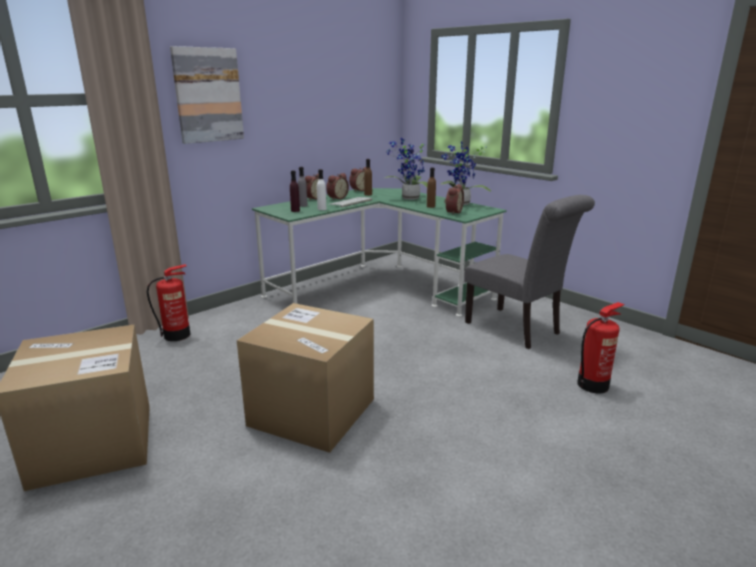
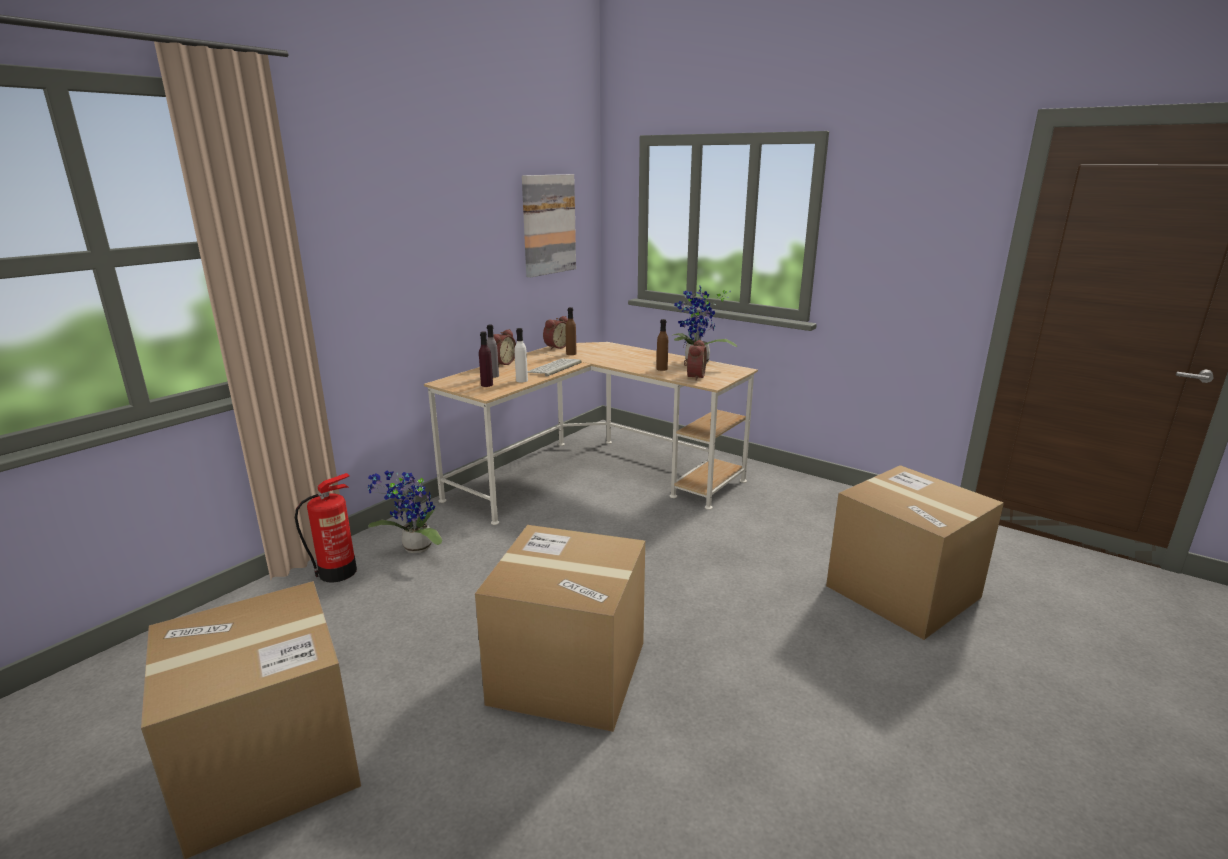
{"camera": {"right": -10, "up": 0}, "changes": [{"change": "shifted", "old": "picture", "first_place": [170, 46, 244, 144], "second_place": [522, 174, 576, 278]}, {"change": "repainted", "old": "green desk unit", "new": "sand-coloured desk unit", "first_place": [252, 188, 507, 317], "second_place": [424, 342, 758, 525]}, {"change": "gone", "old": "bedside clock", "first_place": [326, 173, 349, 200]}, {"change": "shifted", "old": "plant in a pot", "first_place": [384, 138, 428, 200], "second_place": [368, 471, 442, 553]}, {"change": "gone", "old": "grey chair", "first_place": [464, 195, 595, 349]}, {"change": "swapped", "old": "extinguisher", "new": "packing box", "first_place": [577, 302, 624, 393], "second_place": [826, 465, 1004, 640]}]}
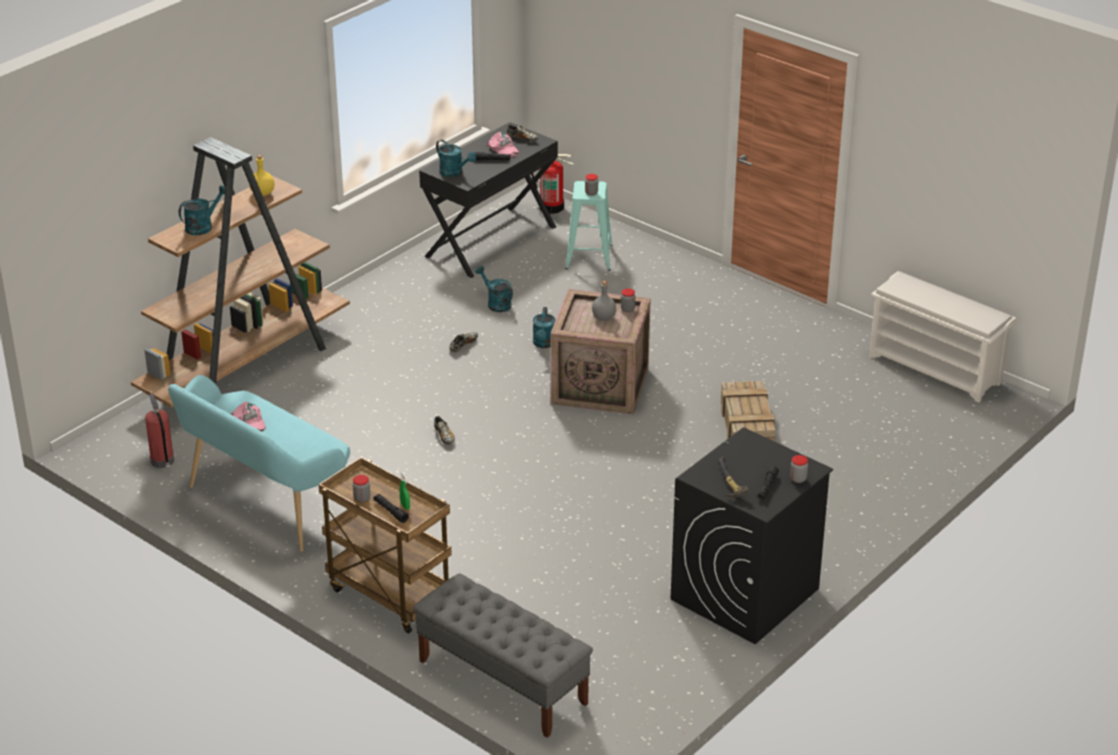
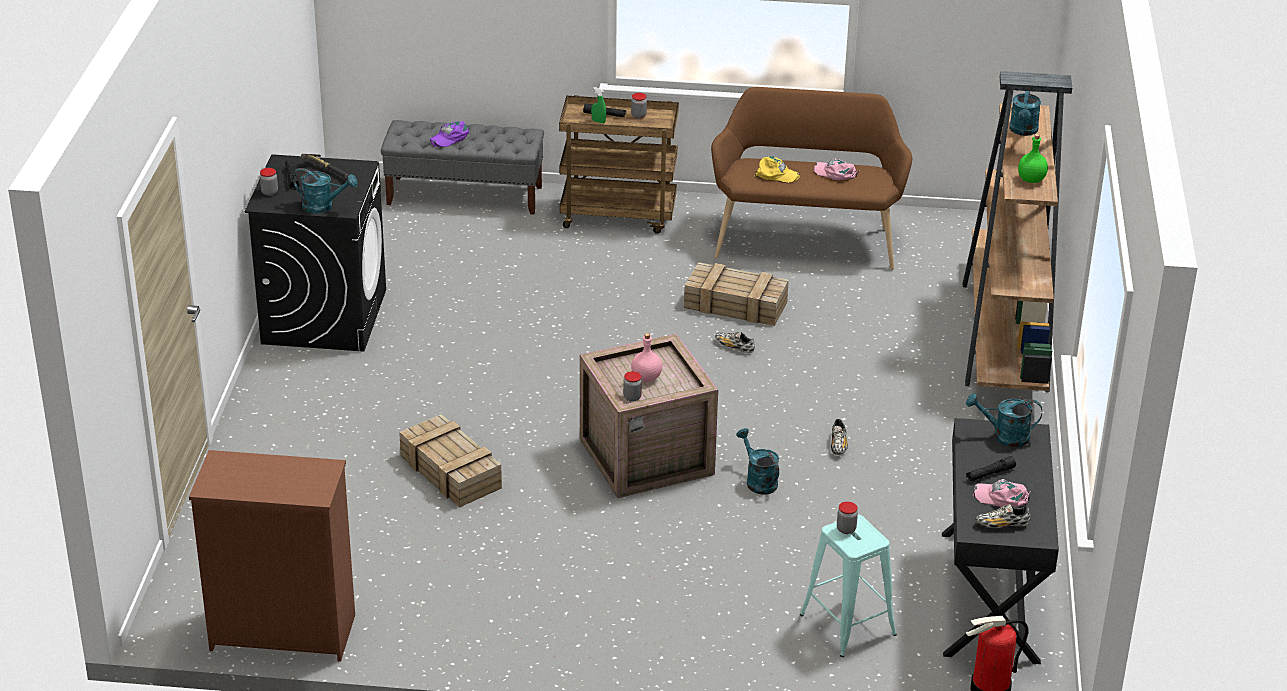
{"camera": {"right": 145, "up": 0}, "changes": [{"change": "gone", "old": "extinguisher", "first_place": [145, 394, 174, 471]}, {"change": "repainted", "old": "blue-green bench", "new": "brown bench", "first_place": [168, 375, 350, 552], "second_place": [711, 87, 912, 270]}, {"change": "repainted", "old": "yellowish drink bottle", "new": "green drink bottle", "first_place": [249, 155, 274, 196], "second_place": [1018, 134, 1048, 183]}, {"change": "shifted", "old": "blue-green sprinkling can", "first_place": [476, 266, 513, 312], "second_place": [293, 168, 358, 213]}, {"change": "repainted", "old": "grey drink bottle", "new": "pinkish drink bottle", "first_place": [592, 281, 616, 321], "second_place": [631, 333, 662, 382]}, {"change": "swapped", "old": "white shoe shelf", "new": "brown dresser", "first_place": [869, 271, 1016, 403], "second_place": [189, 450, 355, 662]}, {"change": "new", "new": "purplish baseball cap", "second_place": [430, 121, 469, 147]}, {"change": "new", "new": "shipping crate", "second_place": [684, 262, 789, 326]}, {"change": "new", "new": "yellowish baseball cap", "second_place": [754, 156, 800, 183]}]}
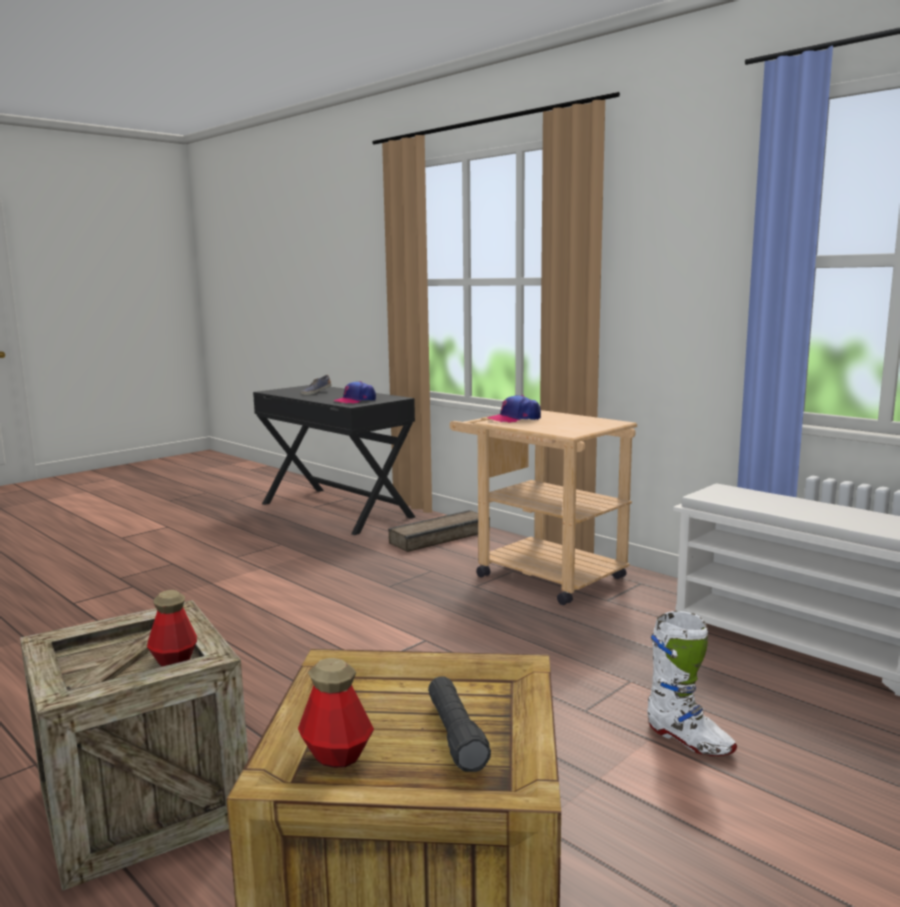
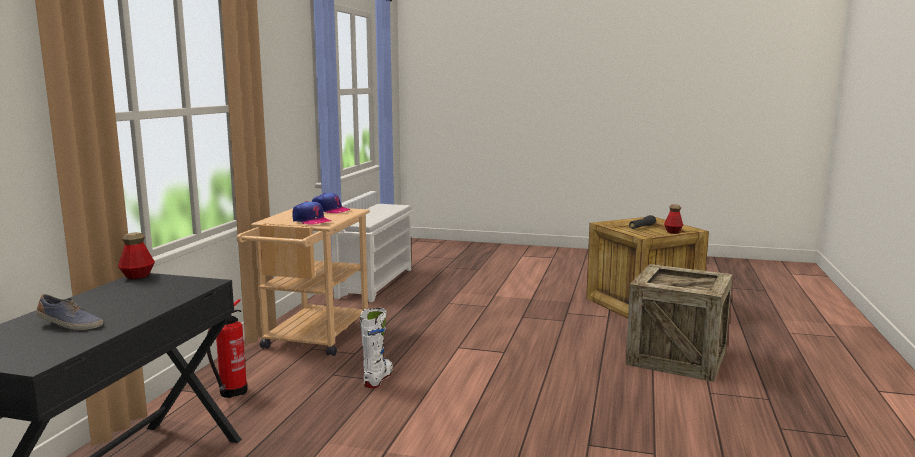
{"camera": {"right": -120, "up": 0}, "changes": [{"change": "shifted", "old": "drink bottle", "first_place": [147, 590, 197, 666], "second_place": [118, 232, 155, 280]}, {"change": "shifted", "old": "baseball cap", "first_place": [334, 381, 376, 404], "second_place": [312, 193, 351, 214]}, {"change": "swapped", "old": "shipping crate", "new": "extinguisher", "first_place": [388, 510, 490, 552], "second_place": [207, 299, 248, 398]}, {"change": "shifted", "old": "white tall boot", "first_place": [647, 611, 737, 756], "second_place": [360, 308, 393, 388]}]}
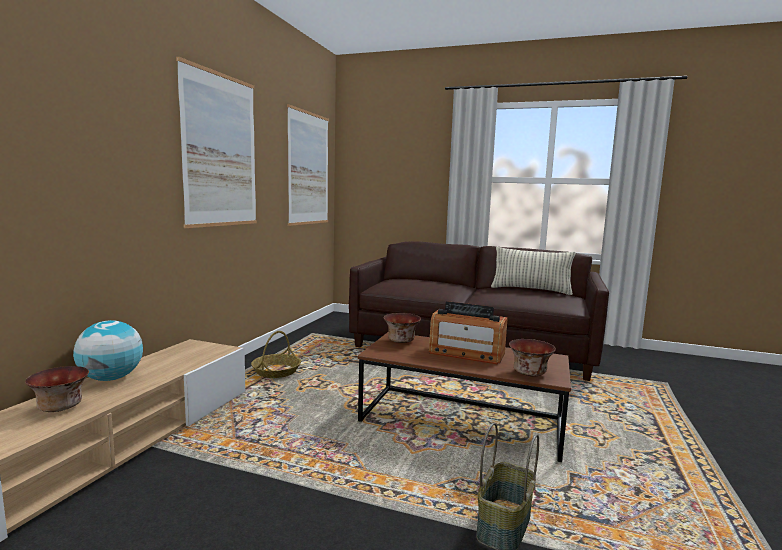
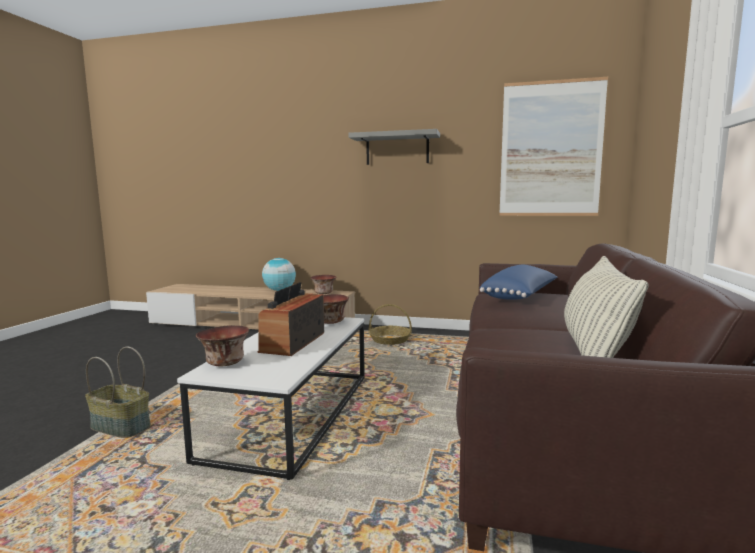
{"camera": {"right": 85, "up": 0}, "changes": [{"change": "shifted", "old": "deep dish", "first_place": [25, 366, 89, 412], "second_place": [310, 275, 337, 294]}, {"change": "swapped", "old": "picture", "new": "grey bracket shelf", "first_place": [176, 57, 257, 228], "second_place": [348, 129, 440, 165]}, {"change": "repainted", "old": "brown low table", "new": "white low table", "first_place": [358, 332, 571, 462], "second_place": [177, 317, 365, 480]}, {"change": "new", "new": "blue pillow", "second_place": [480, 265, 557, 300]}]}
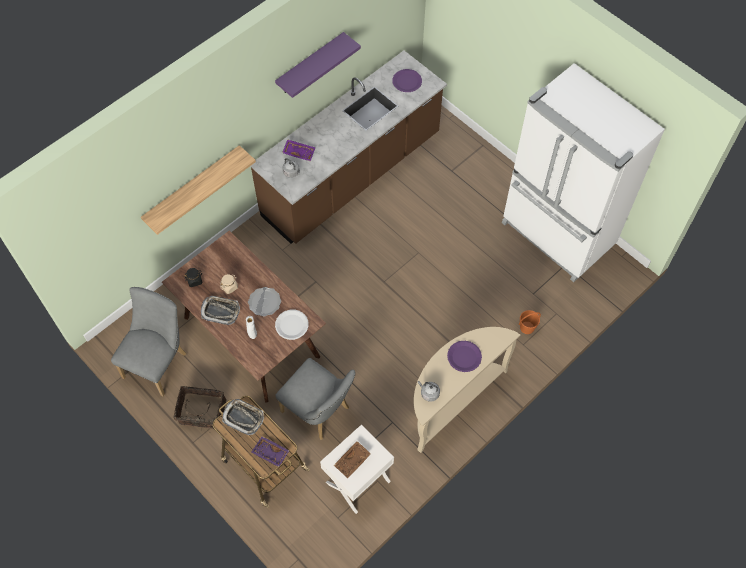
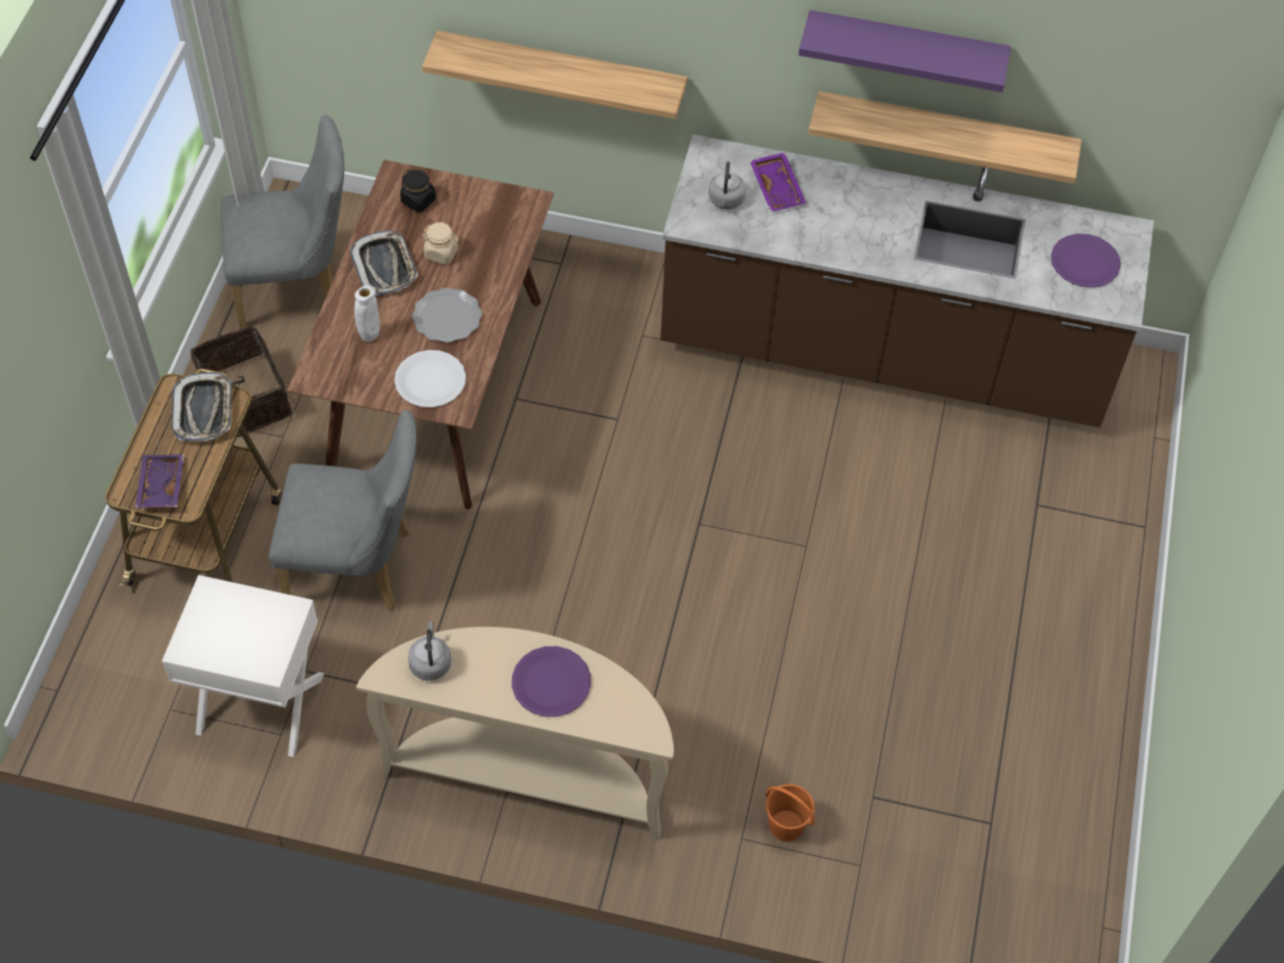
{"camera": {"right": 55, "up": -5}, "changes": [{"change": "rotated", "old": "grey chair", "first_place": [276, 358, 356, 440], "second_place": [269, 410, 417, 611], "degrees": -90}, {"change": "gone", "old": "brown serving tray", "first_place": [334, 441, 371, 478]}, {"change": "gone", "old": "white refrigerator", "first_place": [502, 63, 665, 282]}, {"change": "new", "new": "bracket shelf", "second_place": [808, 91, 1082, 184]}]}
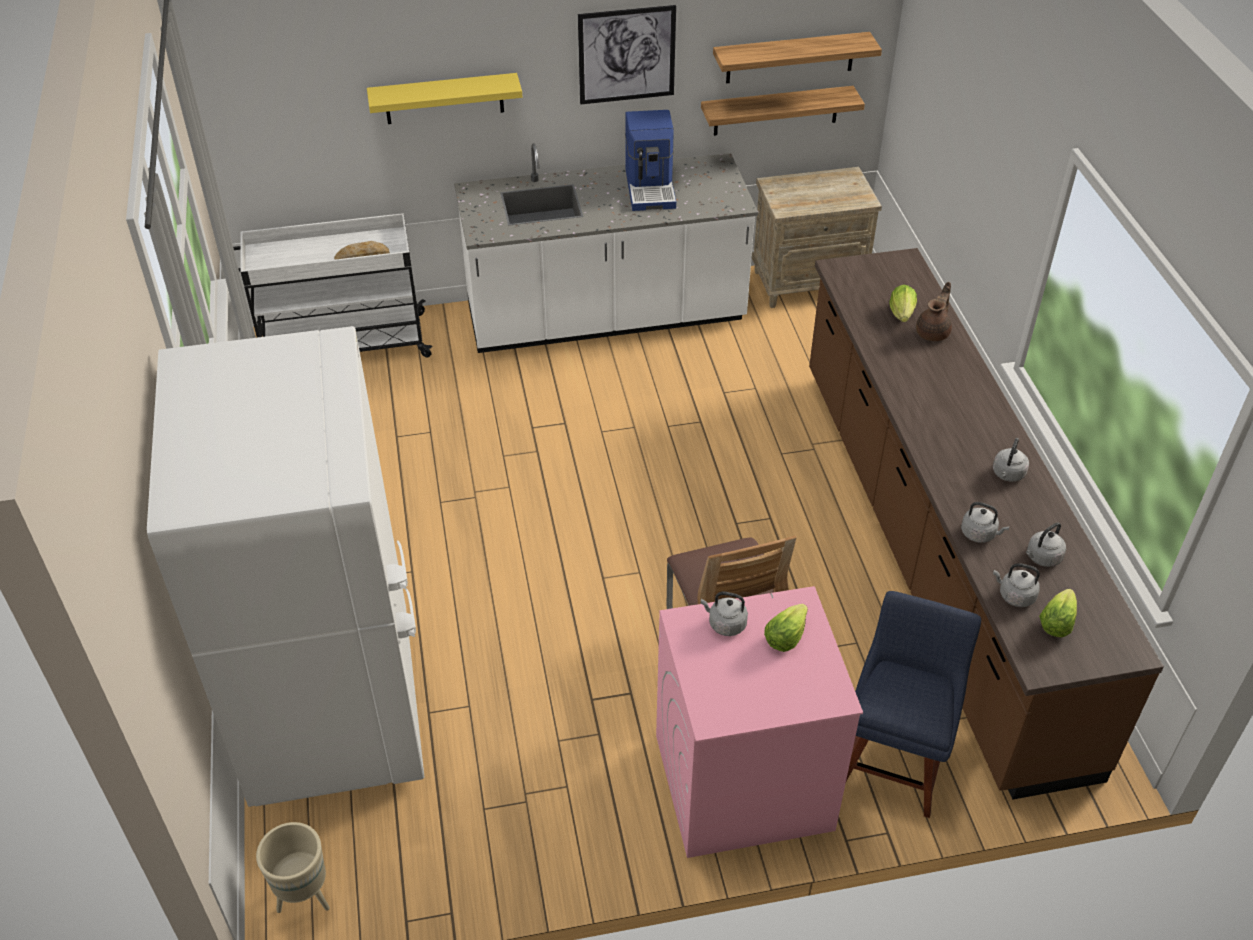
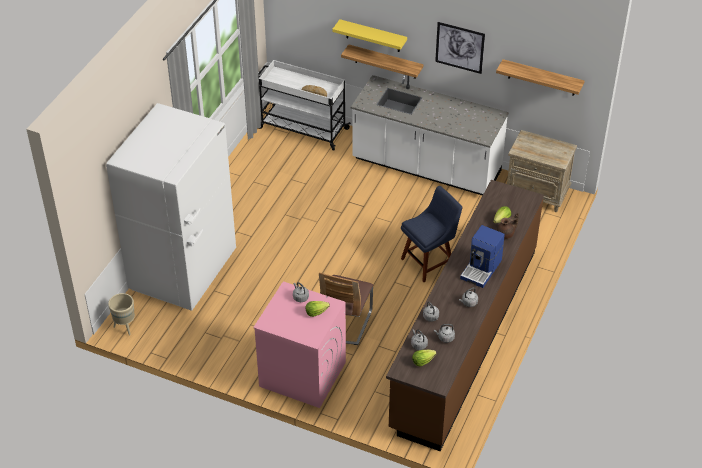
{"camera": {"right": 35, "up": 0}, "changes": [{"change": "shifted", "old": "coffee machine", "first_place": [625, 110, 676, 211], "second_place": [460, 225, 505, 288]}, {"change": "shifted", "old": "bracket shelf", "first_place": [701, 86, 865, 136], "second_place": [341, 44, 423, 79]}, {"change": "shifted", "old": "blue chair", "first_place": [846, 591, 981, 818], "second_place": [401, 186, 462, 282]}]}
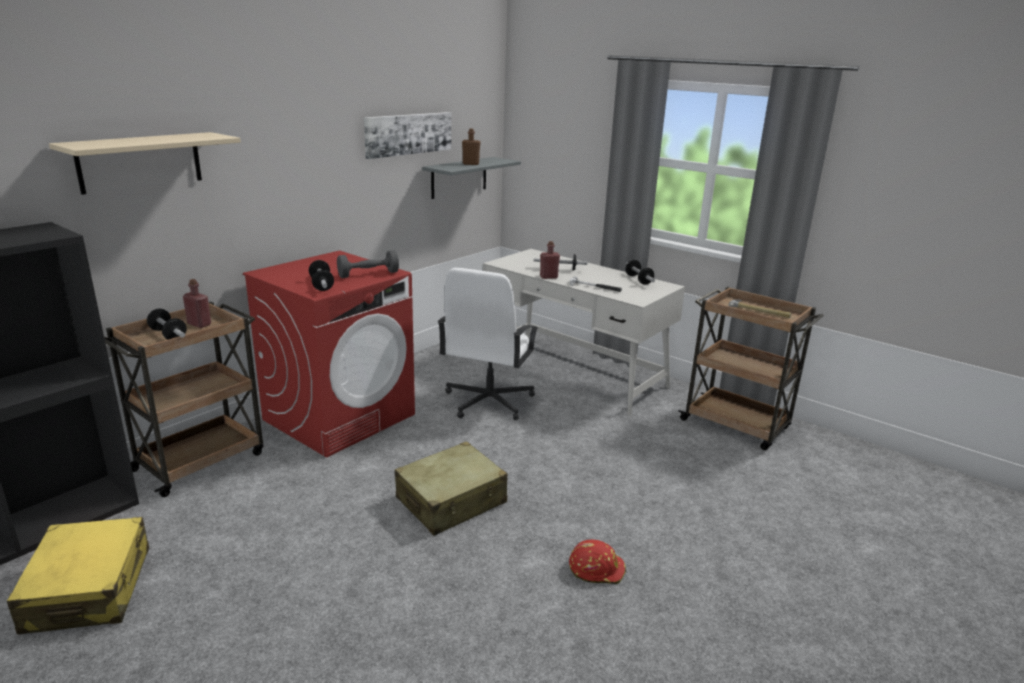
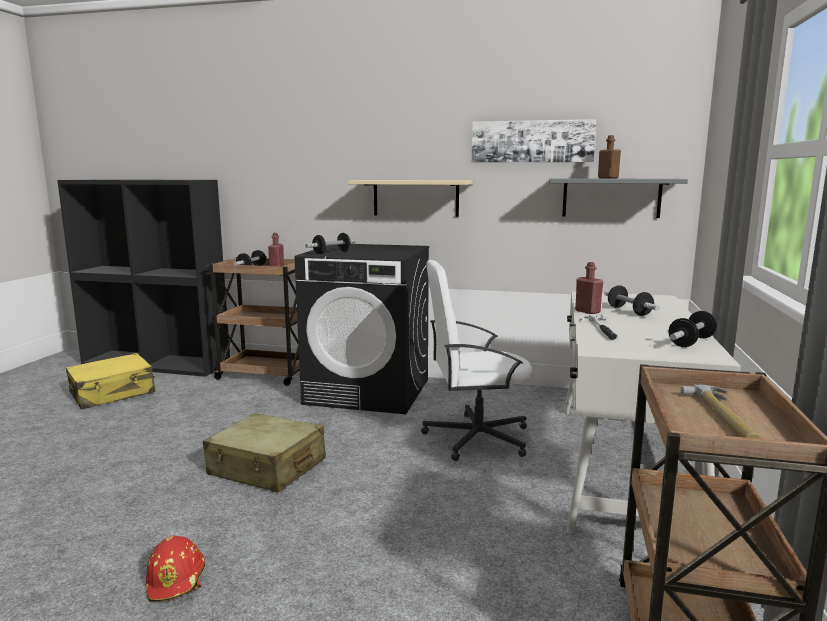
{"camera": {"right": 65, "up": -10}, "changes": [{"change": "shifted", "old": "sand-coloured bracket shelf", "first_place": [49, 132, 241, 195], "second_place": [348, 180, 473, 217]}, {"change": "repainted", "old": "reddish washing machine", "new": "blackish washing machine", "first_place": [243, 250, 415, 457], "second_place": [295, 244, 429, 414]}, {"change": "gone", "old": "grey free weight", "first_place": [337, 250, 399, 278]}]}
